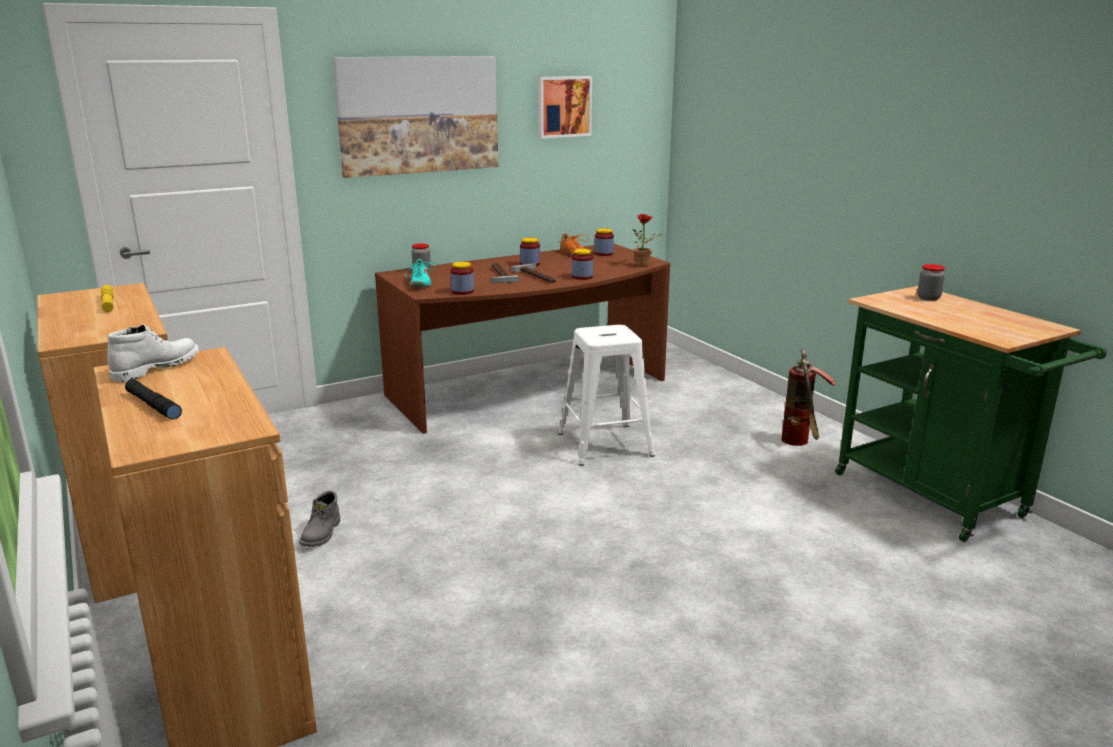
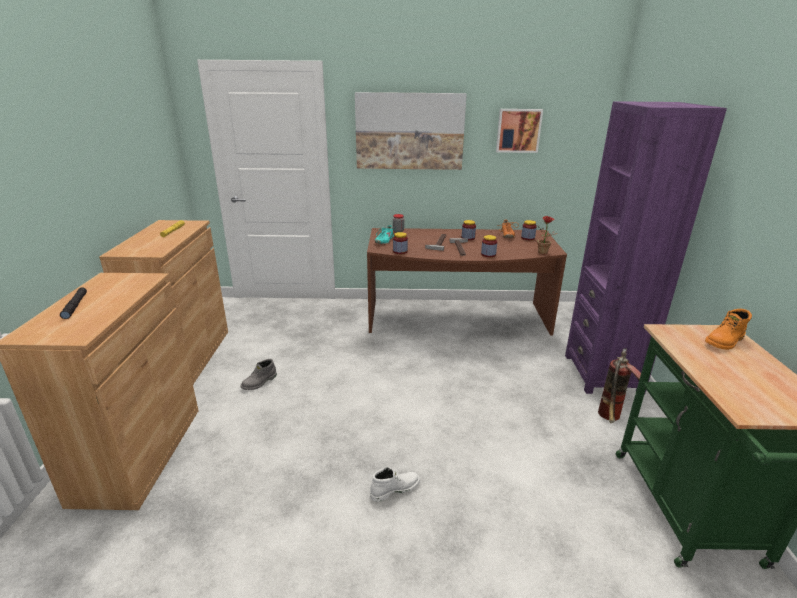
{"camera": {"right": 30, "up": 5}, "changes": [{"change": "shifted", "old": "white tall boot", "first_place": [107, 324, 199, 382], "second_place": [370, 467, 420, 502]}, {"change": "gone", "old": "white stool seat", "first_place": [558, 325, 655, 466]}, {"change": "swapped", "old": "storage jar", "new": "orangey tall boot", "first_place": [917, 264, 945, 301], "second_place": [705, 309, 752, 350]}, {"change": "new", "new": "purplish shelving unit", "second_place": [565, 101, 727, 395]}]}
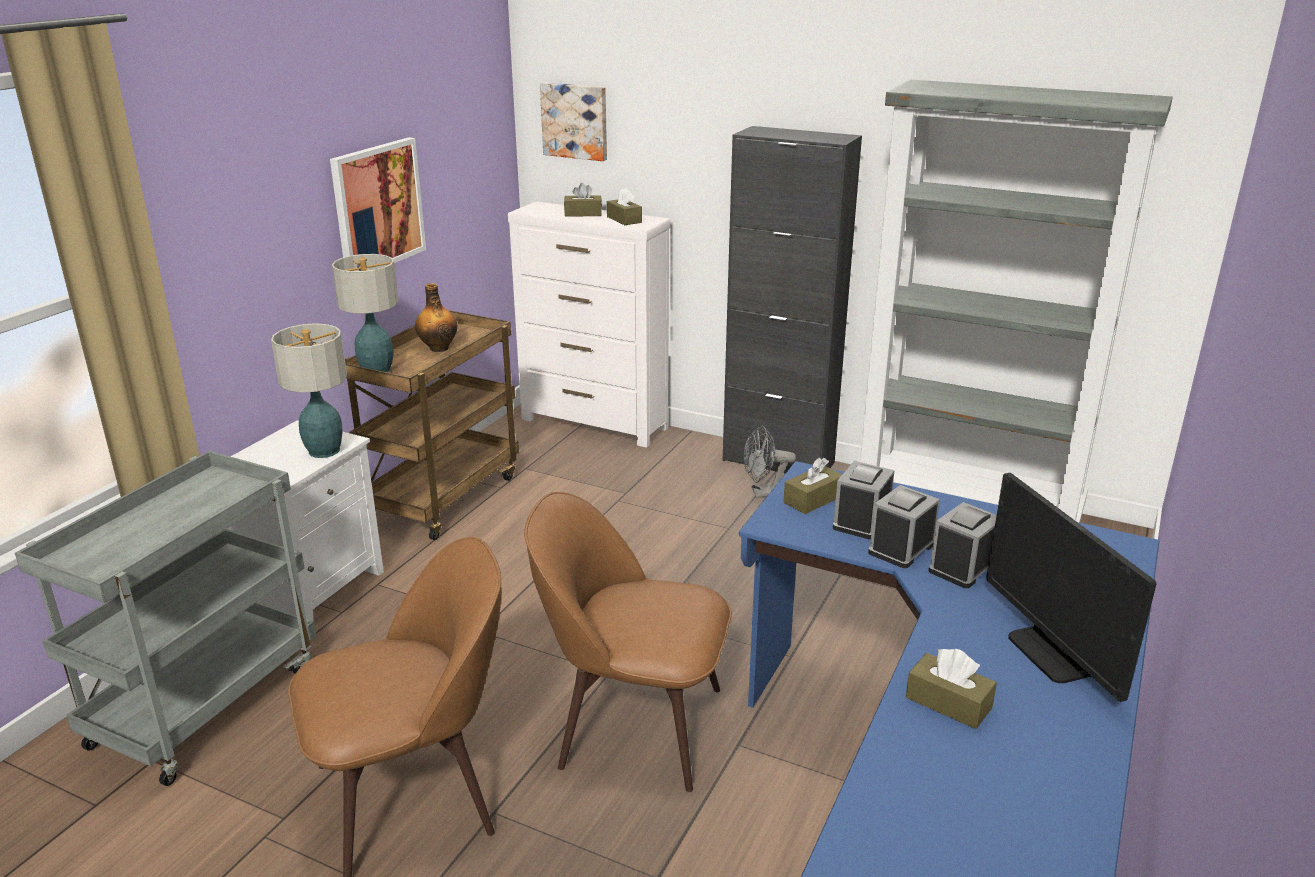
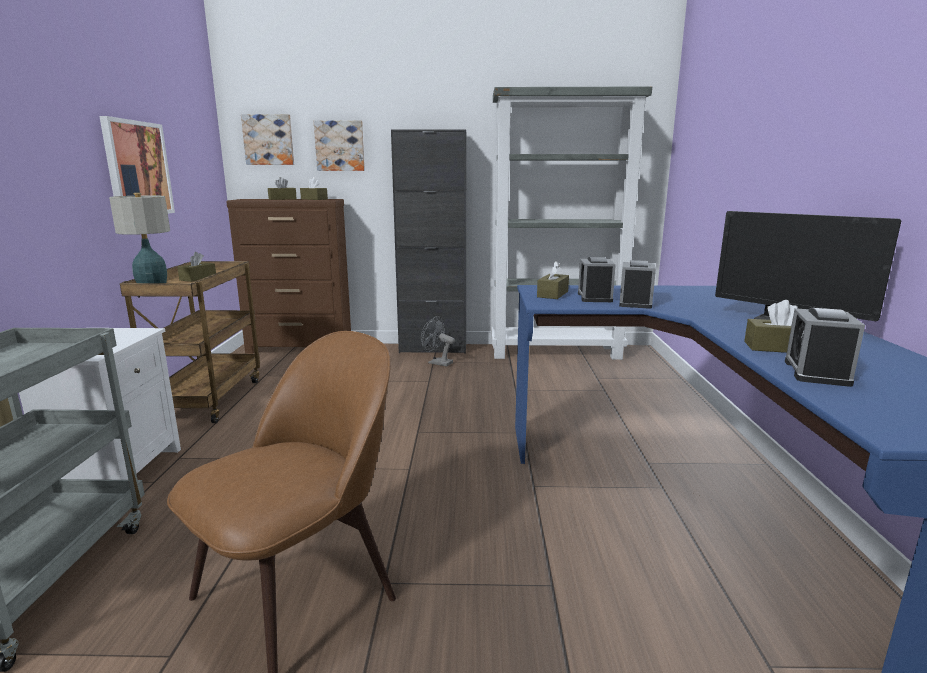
{"camera": {"right": -25, "up": -10}, "changes": [{"change": "gone", "old": "tabletop lamp", "first_place": [271, 323, 347, 458]}, {"change": "swapped", "old": "drink bottle", "new": "brown box of tissues", "first_place": [415, 283, 458, 352], "second_place": [177, 252, 216, 282]}, {"change": "repainted", "old": "white dresser", "new": "brown dresser", "first_place": [508, 201, 670, 447], "second_place": [227, 199, 351, 354]}, {"change": "gone", "old": "brown chair", "first_place": [524, 492, 732, 792]}, {"change": "rotated", "old": "grey cooling fan", "first_place": [744, 426, 796, 498], "second_place": [421, 316, 455, 367], "degrees": 60}, {"change": "shifted", "old": "bedside clock", "first_place": [929, 502, 997, 588], "second_place": [785, 308, 865, 387]}, {"change": "new", "new": "picture", "second_place": [314, 120, 365, 171]}]}
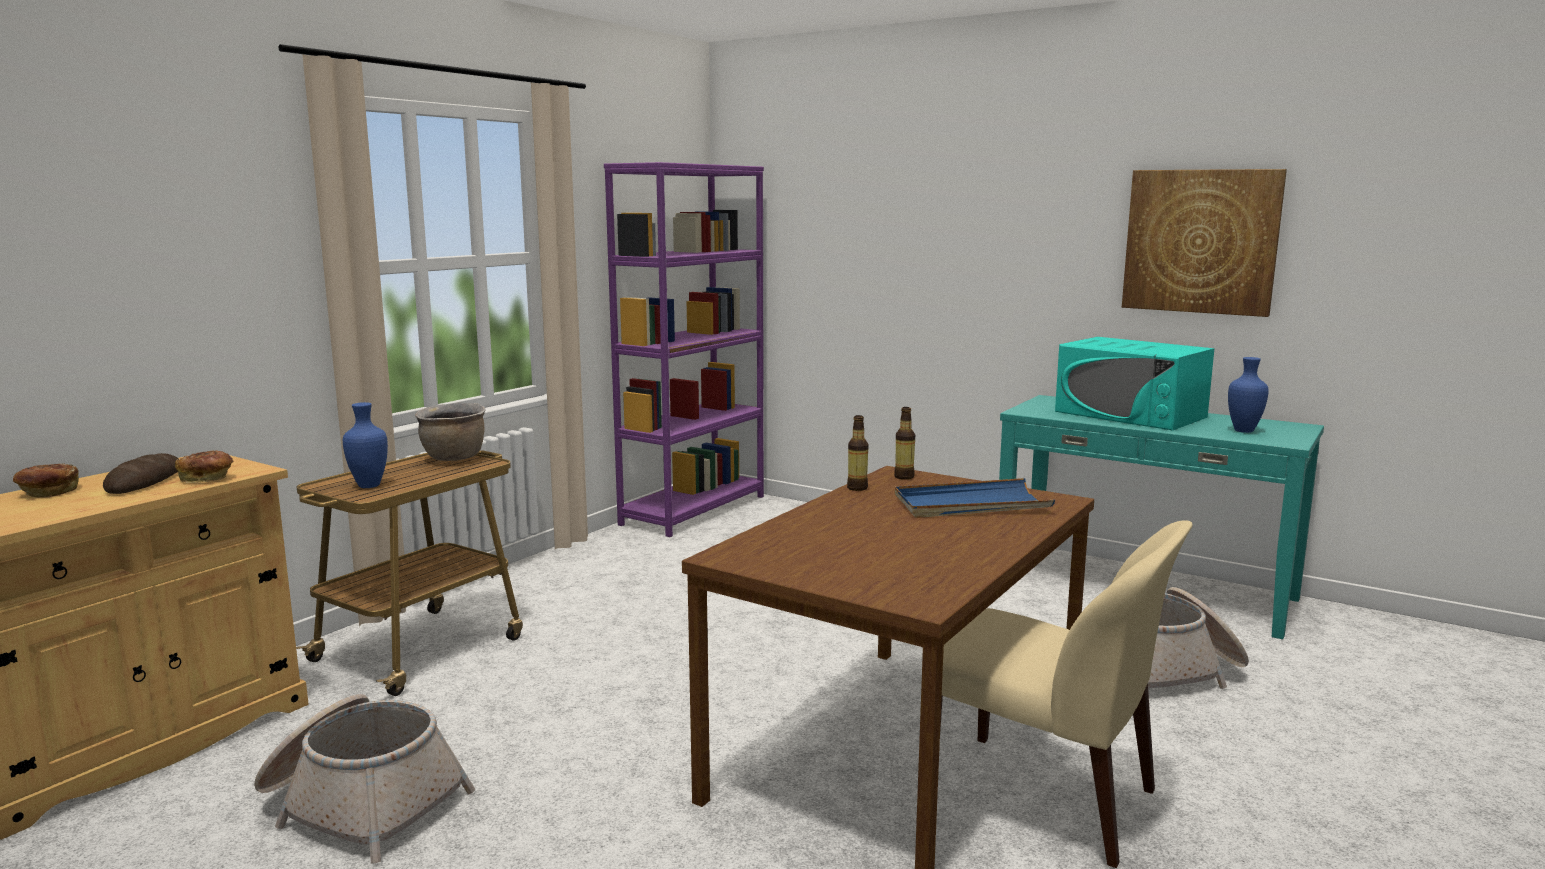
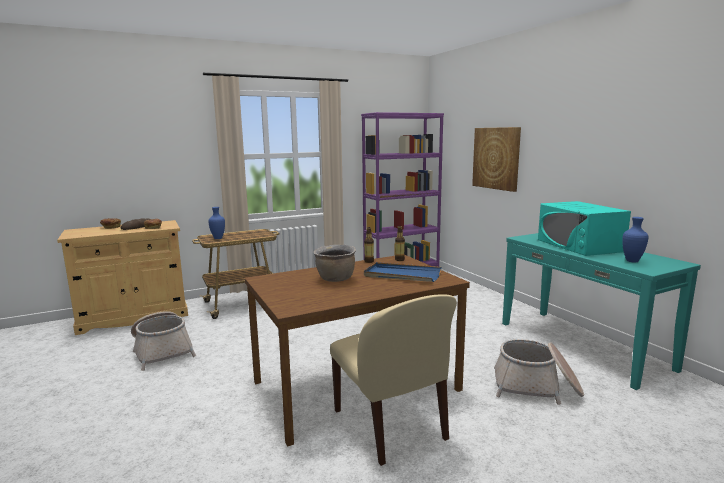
{"camera": {"right": 30, "up": 0}, "changes": [{"change": "shifted", "old": "brown cooking pot", "first_place": [415, 403, 485, 461], "second_place": [314, 245, 356, 282]}, {"change": "shifted", "old": "picture", "first_place": [1122, 169, 1287, 317], "second_place": [472, 127, 521, 192]}]}
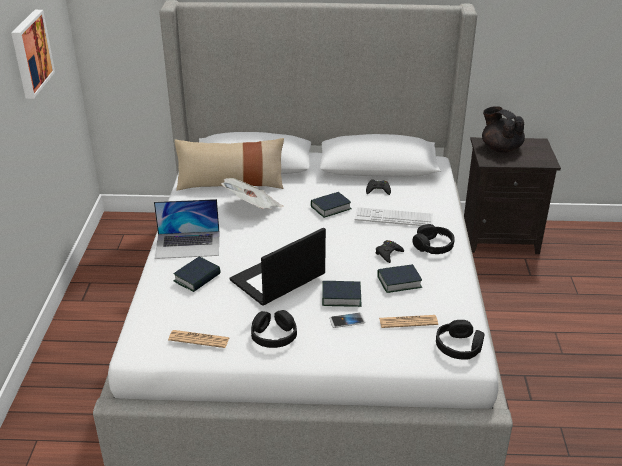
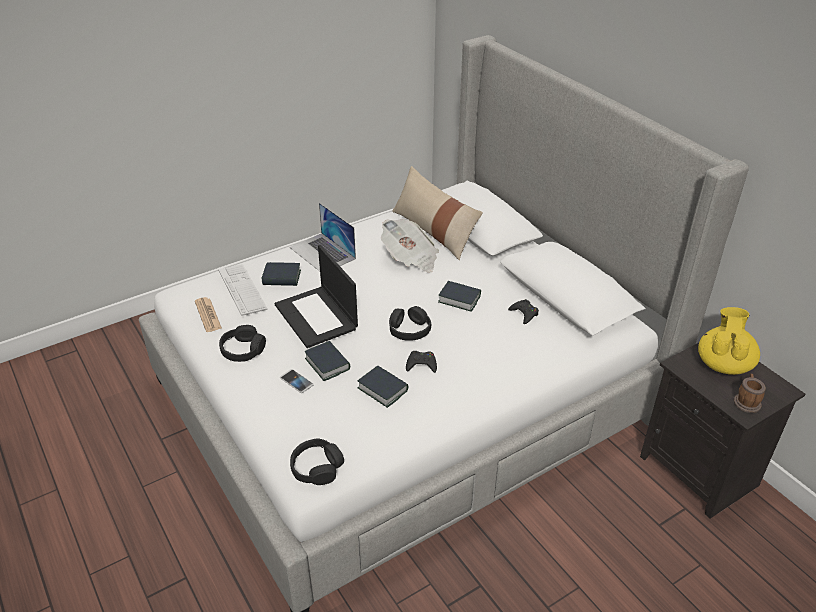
{"camera": {"right": 55, "up": 5}, "changes": [{"change": "gone", "old": "picture", "first_place": [11, 10, 55, 99]}, {"change": "rotated", "old": "notebook computer", "first_place": [230, 228, 326, 306], "second_place": [274, 245, 358, 348], "degrees": -135}, {"change": "shifted", "old": "keyboard", "first_place": [354, 207, 433, 226], "second_place": [218, 264, 268, 316]}, {"change": "gone", "old": "daily paper", "first_place": [379, 315, 438, 328]}, {"change": "shifted", "old": "blackish headset", "first_place": [413, 224, 455, 254], "second_place": [389, 306, 431, 341]}, {"change": "repainted", "old": "blackish pot for tea", "new": "yellowish pot for tea", "first_place": [482, 106, 525, 153], "second_place": [698, 307, 760, 375]}, {"change": "new", "new": "mug", "second_place": [734, 374, 766, 413]}]}
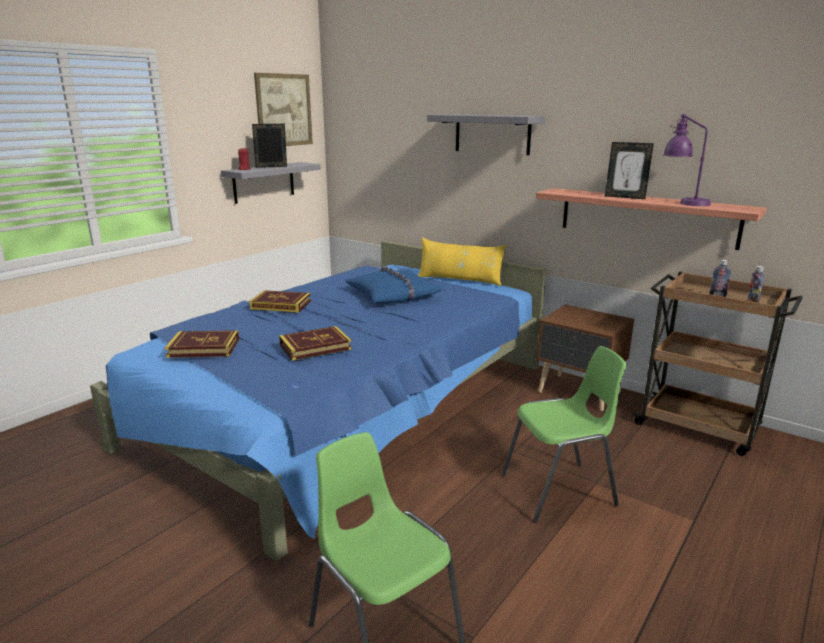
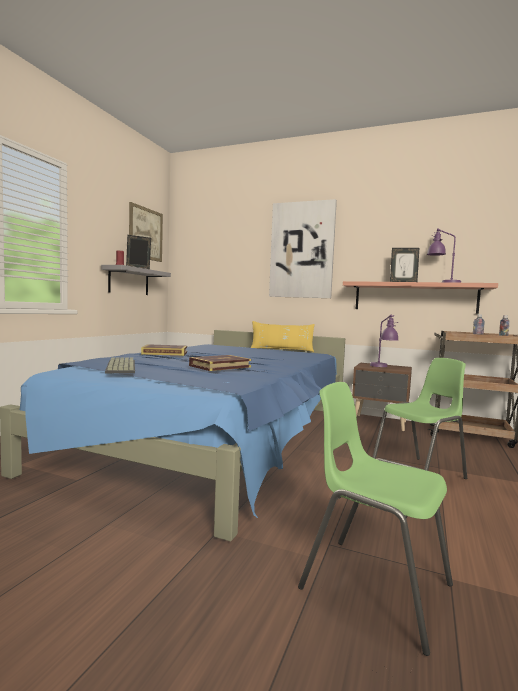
{"camera": {"right": -15, "up": -15}, "changes": [{"change": "swapped", "old": "volume", "new": "keyboard", "first_place": [164, 330, 239, 358], "second_place": [105, 357, 135, 373]}, {"change": "gone", "old": "blue pillow", "first_place": [345, 266, 444, 304]}, {"change": "swapped", "old": "grey bracket shelf", "new": "picture", "first_place": [427, 114, 545, 155], "second_place": [269, 199, 337, 298]}, {"change": "new", "new": "purplish tabletop lamp", "second_place": [370, 314, 398, 367]}]}
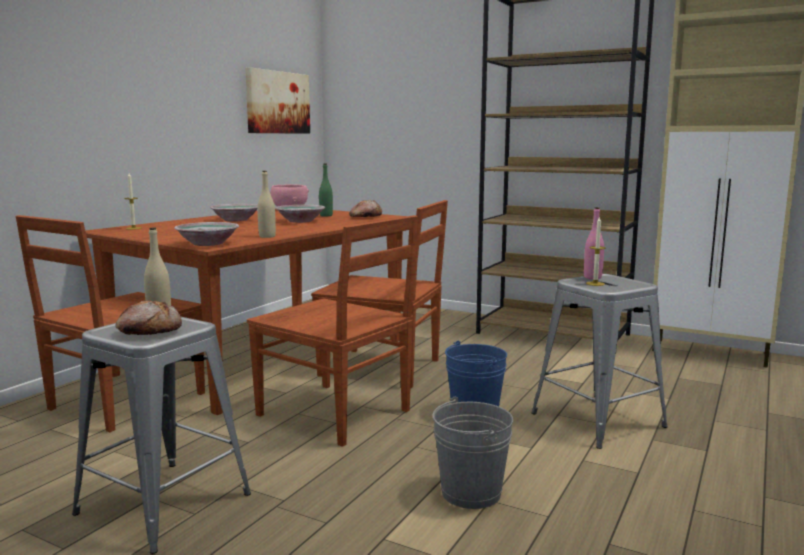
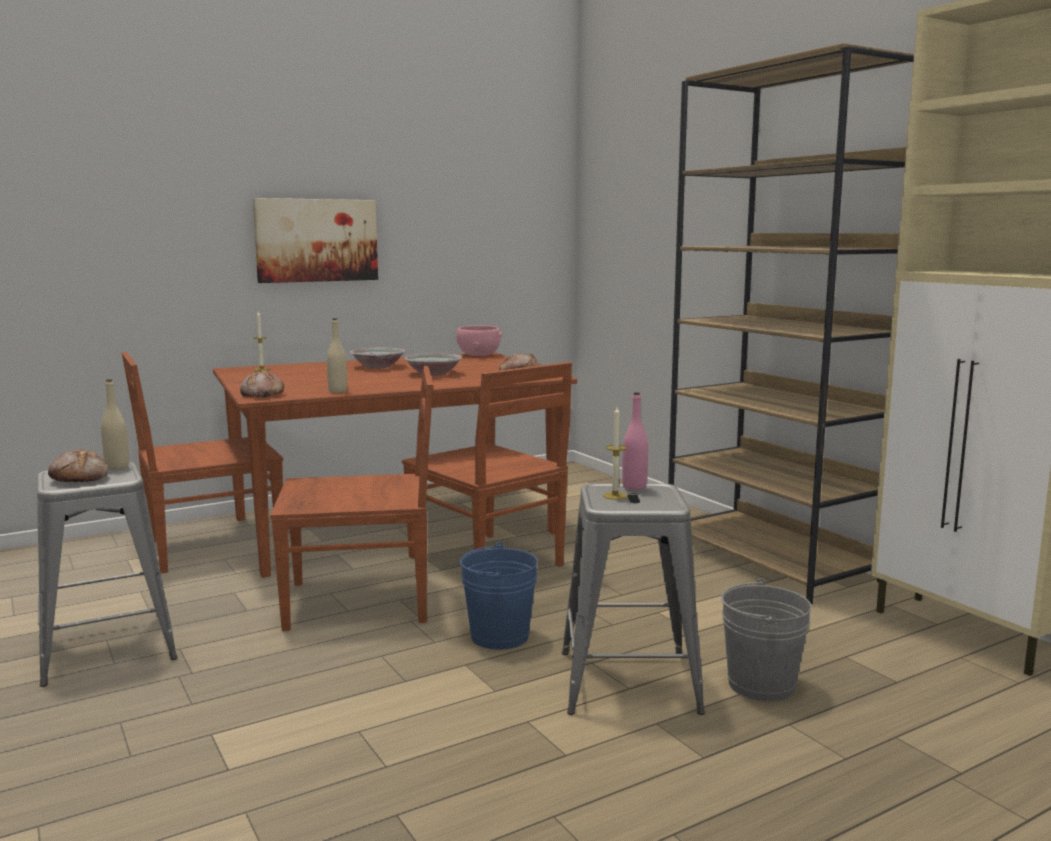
{"camera": {"right": 30, "up": 0}, "changes": [{"change": "swapped", "old": "deep dish", "new": "bakery bread", "first_place": [174, 222, 239, 246], "second_place": [240, 369, 284, 397]}, {"change": "shifted", "old": "picture", "first_place": [245, 67, 310, 134], "second_place": [253, 198, 378, 283]}, {"change": "rotated", "old": "brown chair", "first_place": [247, 215, 418, 447], "second_place": [270, 366, 433, 631], "degrees": -75}, {"change": "gone", "old": "green drink bottle", "first_place": [319, 164, 333, 216]}, {"change": "shifted", "old": "grey bucket", "first_place": [432, 397, 513, 509], "second_place": [721, 578, 812, 701]}]}
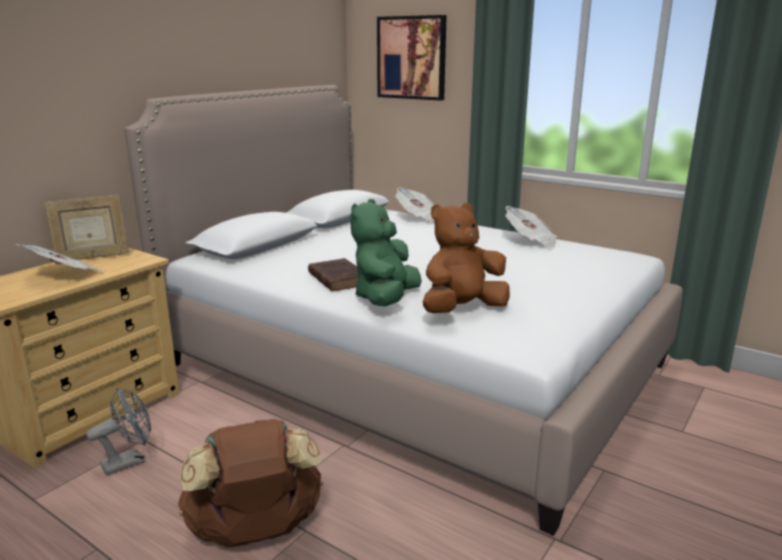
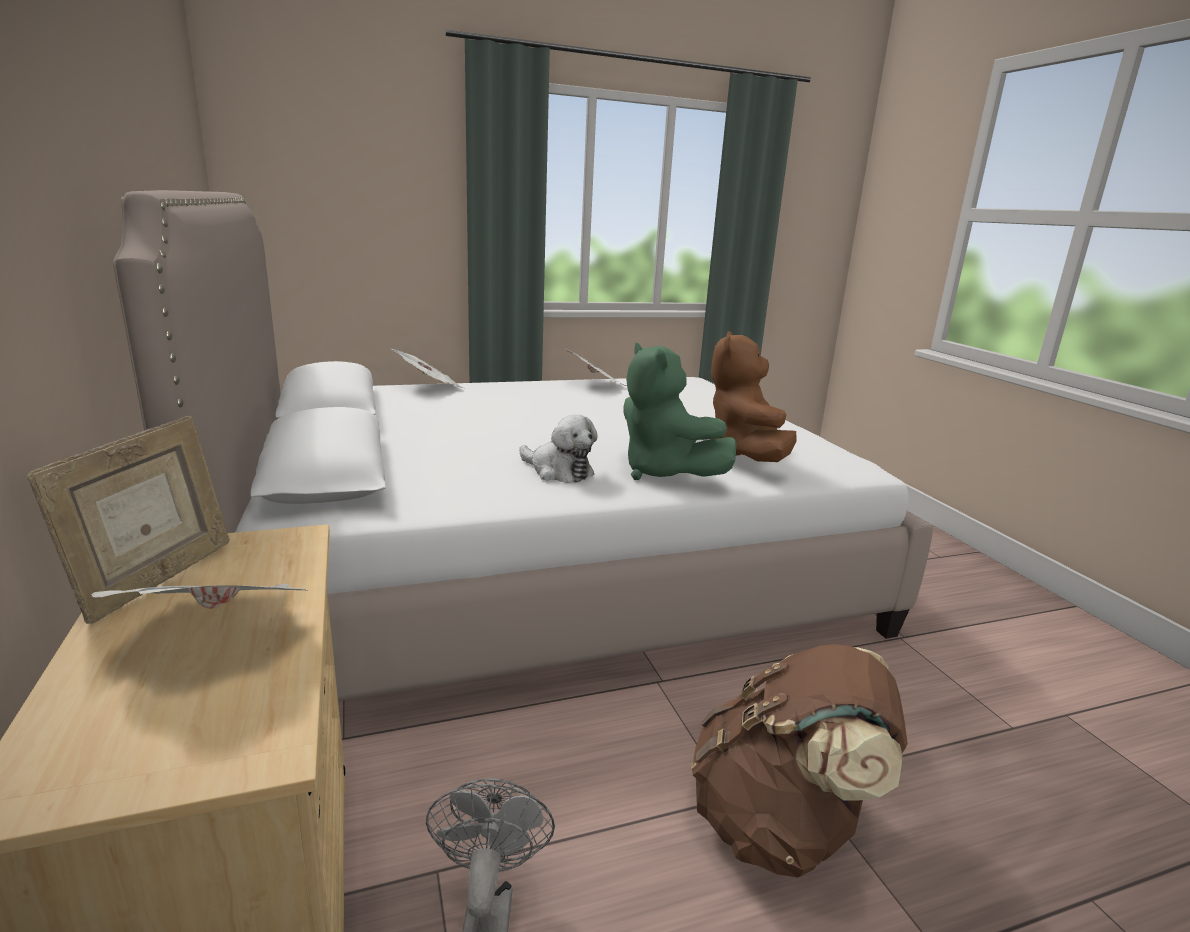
{"camera": {"right": -55, "up": 0}, "changes": [{"change": "swapped", "old": "brown volume", "new": "cuddly toy", "first_place": [308, 258, 358, 292], "second_place": [519, 415, 598, 483]}, {"change": "gone", "old": "picture", "first_place": [377, 15, 447, 101]}]}
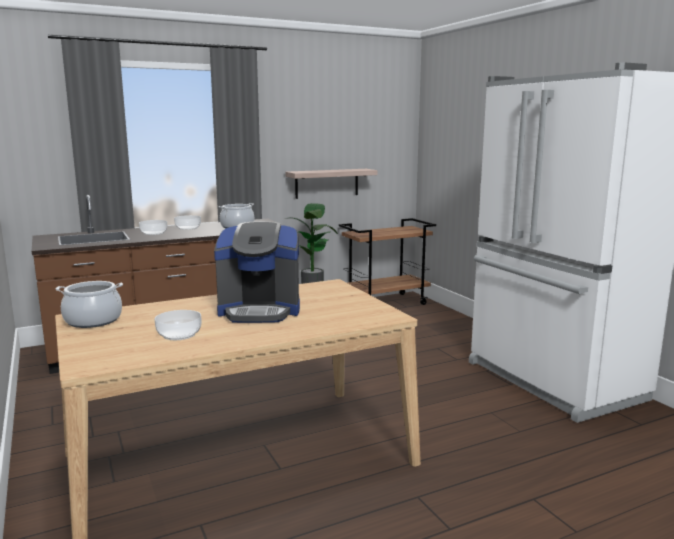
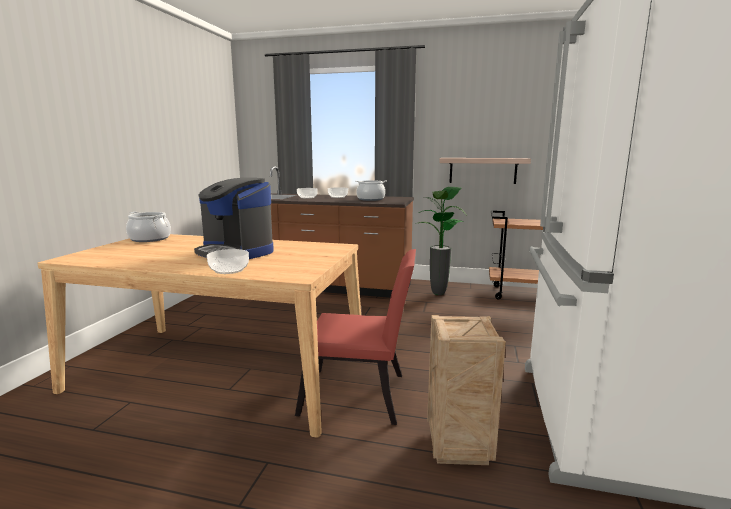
{"camera": {"right": 40, "up": 0}, "changes": [{"change": "shifted", "old": "deep dish", "first_place": [155, 310, 201, 340], "second_place": [207, 249, 249, 274]}, {"change": "new", "new": "reddish chair", "second_place": [295, 249, 416, 425]}, {"change": "new", "new": "shipping crate", "second_place": [427, 315, 506, 465]}]}
